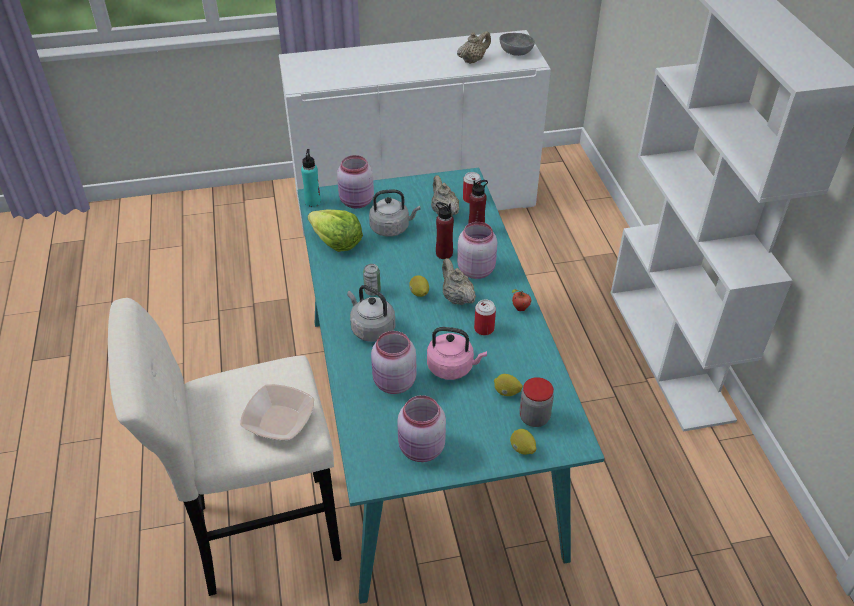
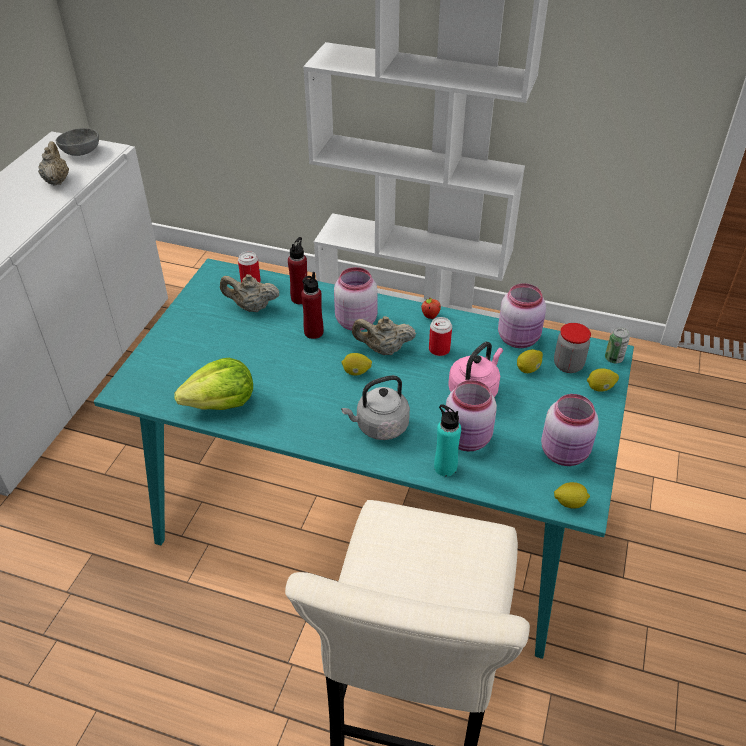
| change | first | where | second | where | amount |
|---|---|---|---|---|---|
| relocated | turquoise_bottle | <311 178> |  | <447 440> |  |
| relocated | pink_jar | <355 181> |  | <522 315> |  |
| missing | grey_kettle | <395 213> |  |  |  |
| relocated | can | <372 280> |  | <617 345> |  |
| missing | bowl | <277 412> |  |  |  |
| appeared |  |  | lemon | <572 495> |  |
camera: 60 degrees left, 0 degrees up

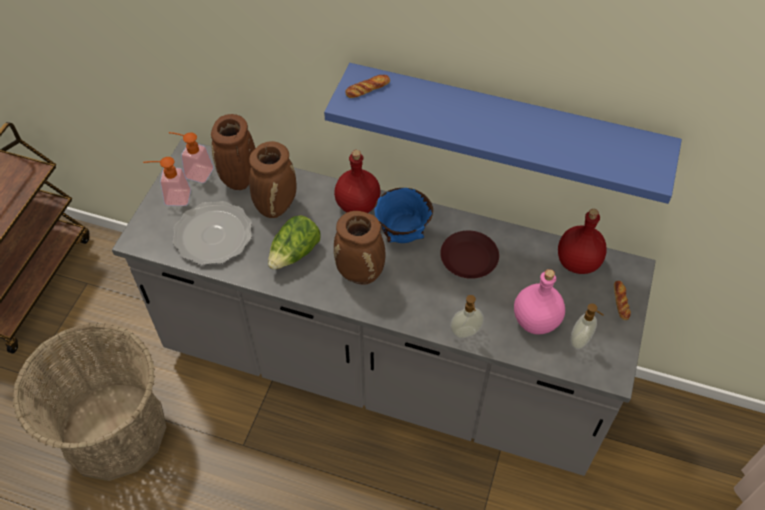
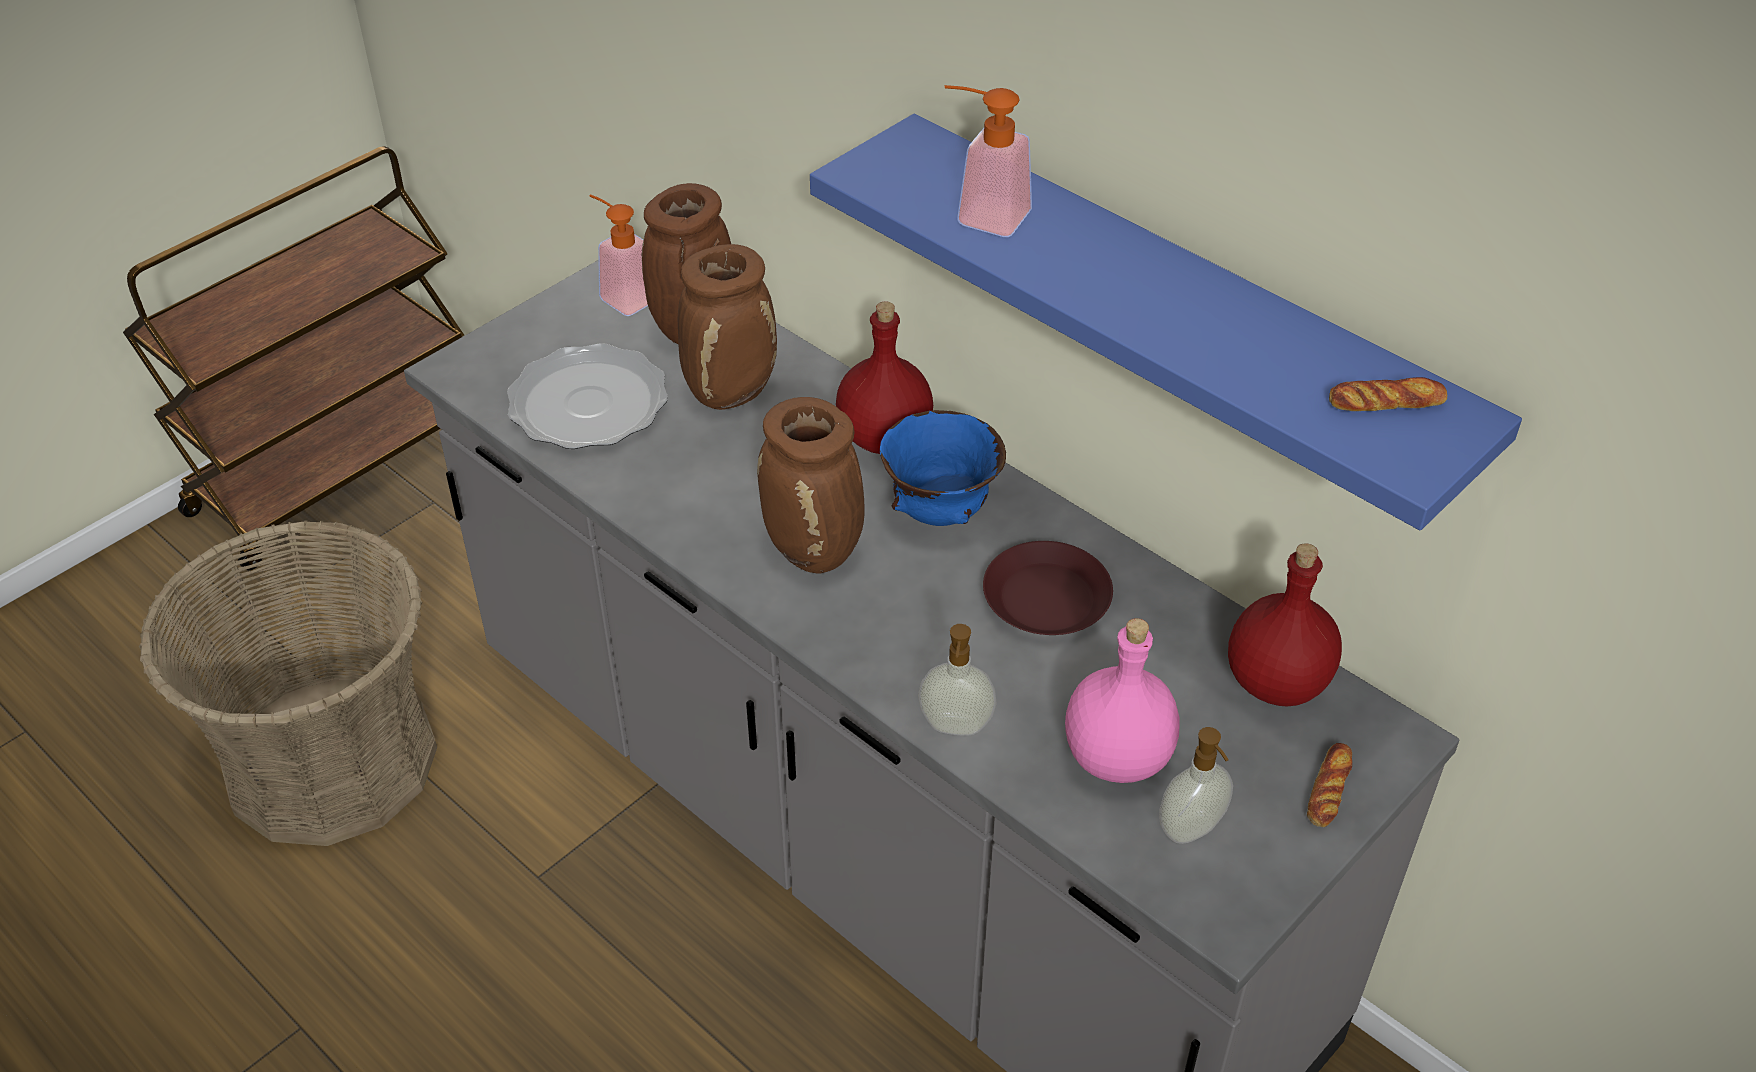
| change | first | where | second | where | amount |
|---|---|---|---|---|---|
| relocated | bread | <367 86> |  | <1388 394> |  |
| relocated | soap_dispenser | <167 181> |  | <988 161> |  |
| missing | lettuce | <294 242> |  |  |  |
camera: 25 degrees right, 10 degrees down

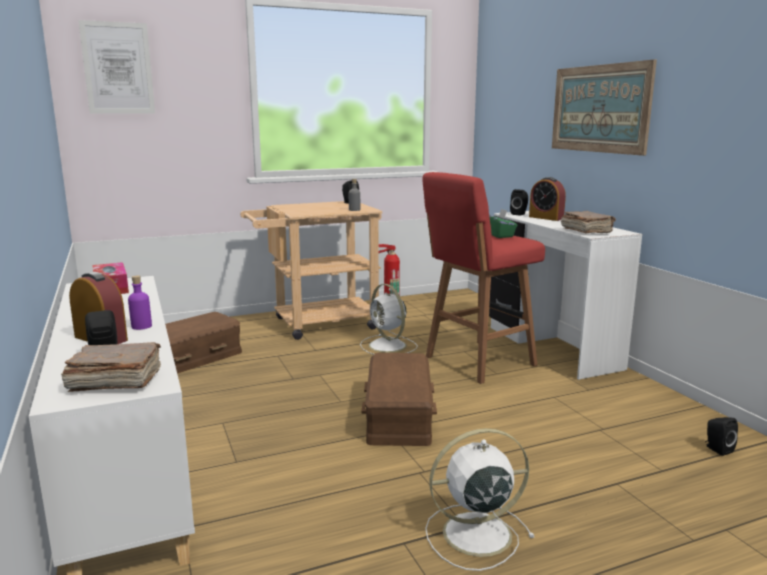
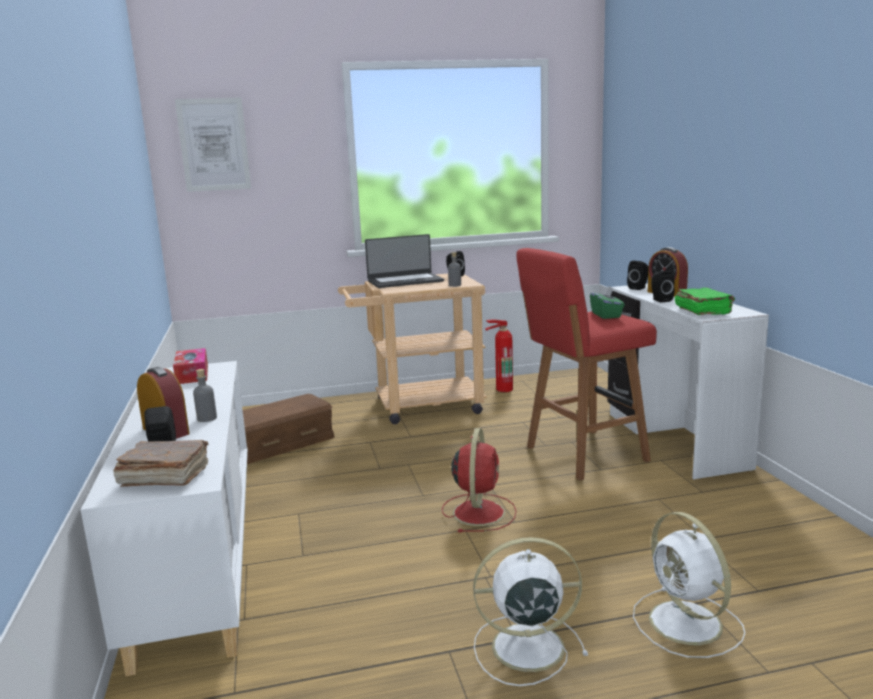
| change | first | where | second | where | amount |
|---|---|---|---|---|---|
| missing | picture | <604 108> |  |  |  |
| colour | brown_book | <588 222> | green_book | <705 301> |  |
| colour | purple_bottle | <140 302> | grey_bottle | <205 395> |  |
| relocated | white_fan | <388 319> |  | <689 585> |  |
| exchanged | brown_storage_box | <399 399> | red_fan | <479 480> |  |
| relocated | black_speaker | <721 436> |  | <663 286> |  |
| appeared |  |  | laptop | <404 261> |  |
camera: 10 degrees right, 0 degrees up

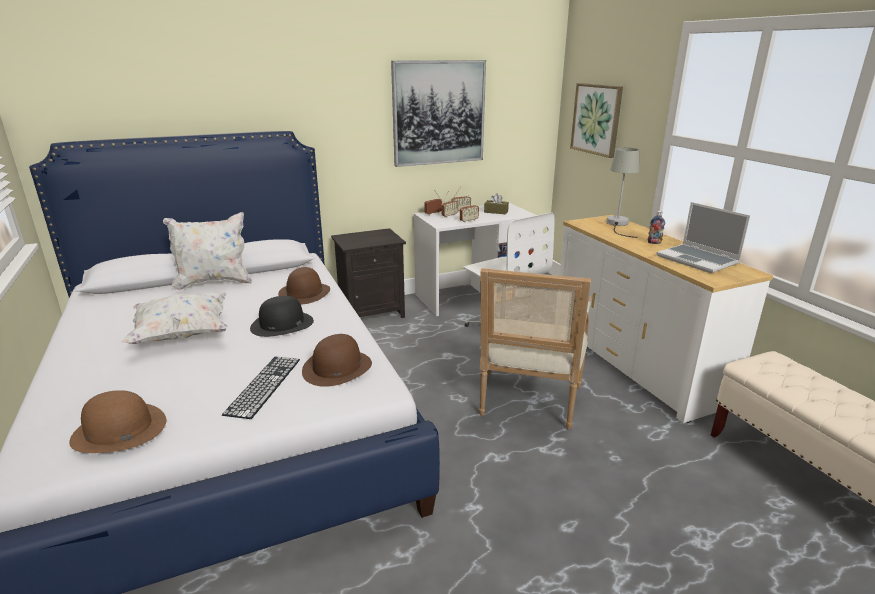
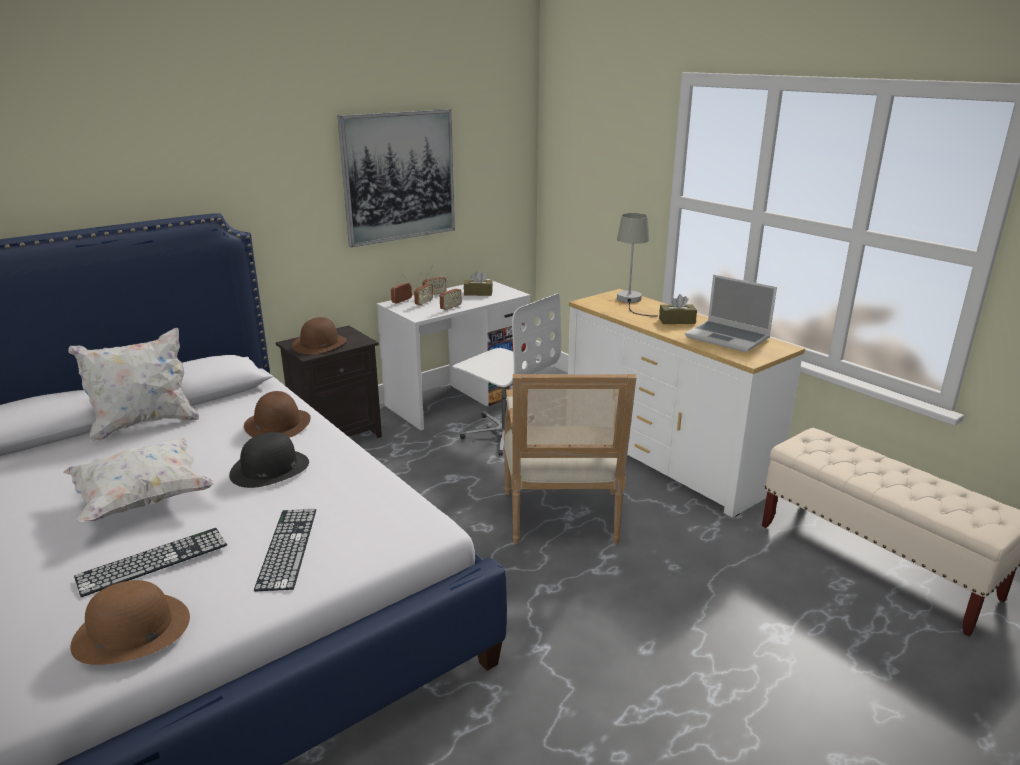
| change | first | where | second | where | amount |
|---|---|---|---|---|---|
| missing | picture | <596 120> |  |  |  |
| exchanged | bottle | <656 227> | brown_tissue_box | <678 309> |  |
| relocated | brown_hat | <337 360> |  | <319 335> |  |
| appeared |  |  | keyboard | <150 562> |  |
camera: 15 degrees left, 0 degrees up

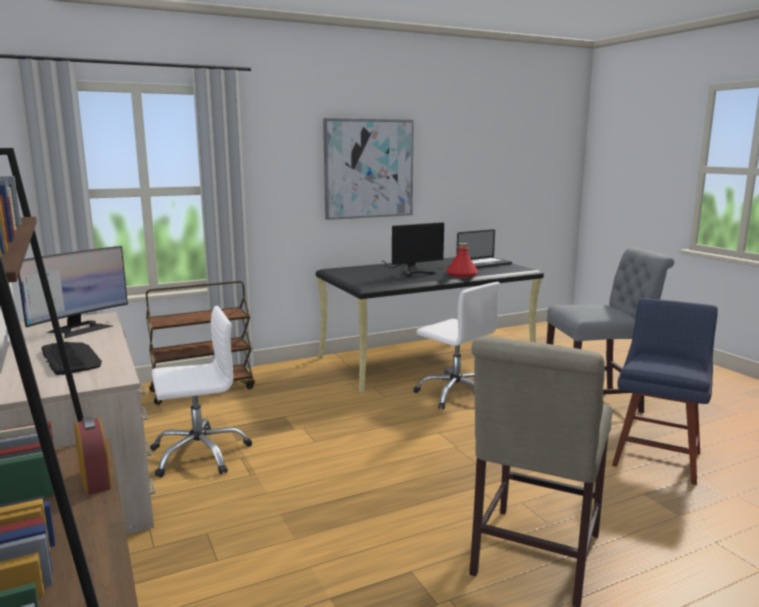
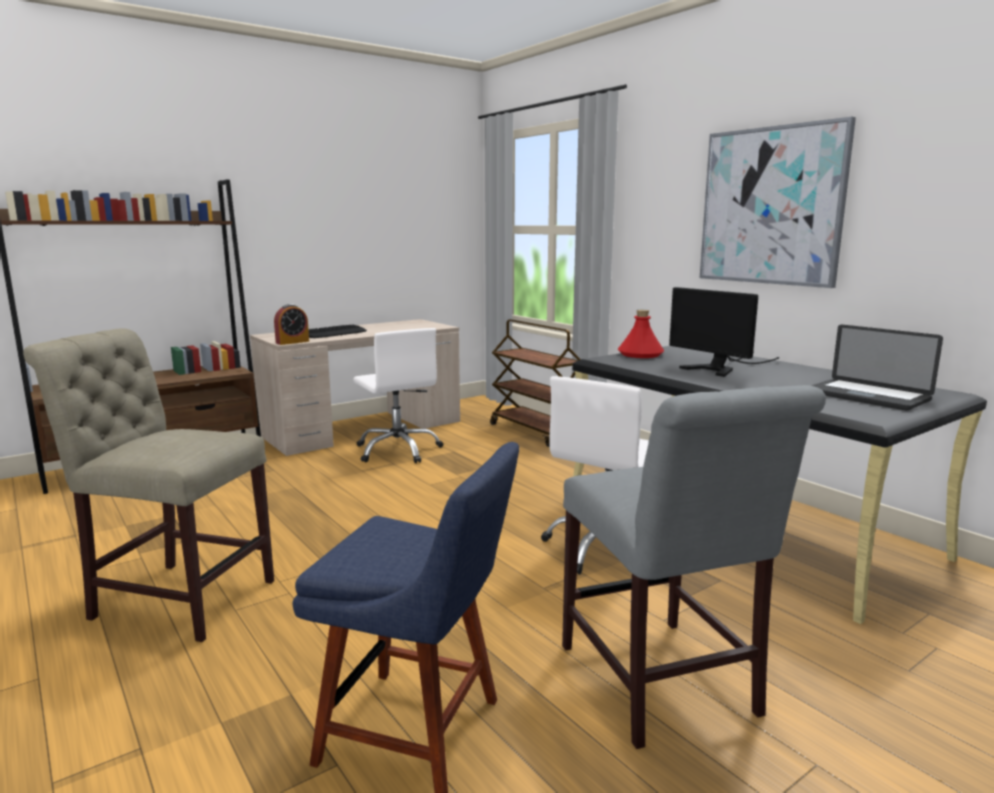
| change | first | where | second | where | amount |
|---|---|---|---|---|---|
| relocated | red_bottle | <462 260> |  | <641 334> |  |
| missing | monitor | <73 292> |  |  |  |
| relocated | alarm_clock | <93 456> |  | <291 324> |  |
camera: 80 degrees right, 0 degrees up

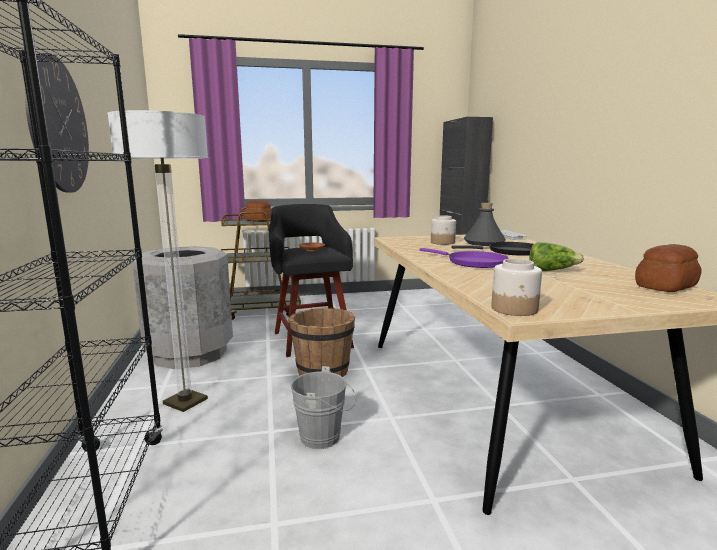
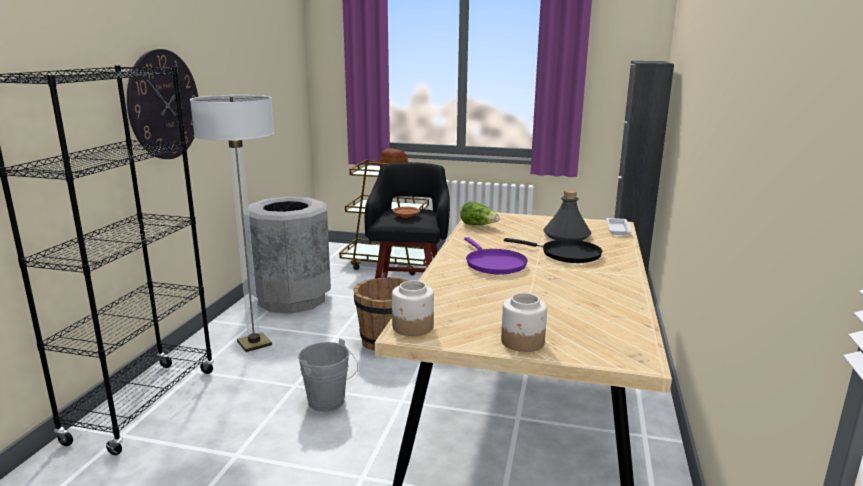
| change | first | where | second | where | amount |
|---|---|---|---|---|---|
| relocated | jar | <443 230> |  | <524 322> |  |
| relocated | lettuce | <556 256> |  | <480 213> |  |
| missing | bread | <668 268> |  |  |  |
camera: 25 degrees right, 5 degrees up

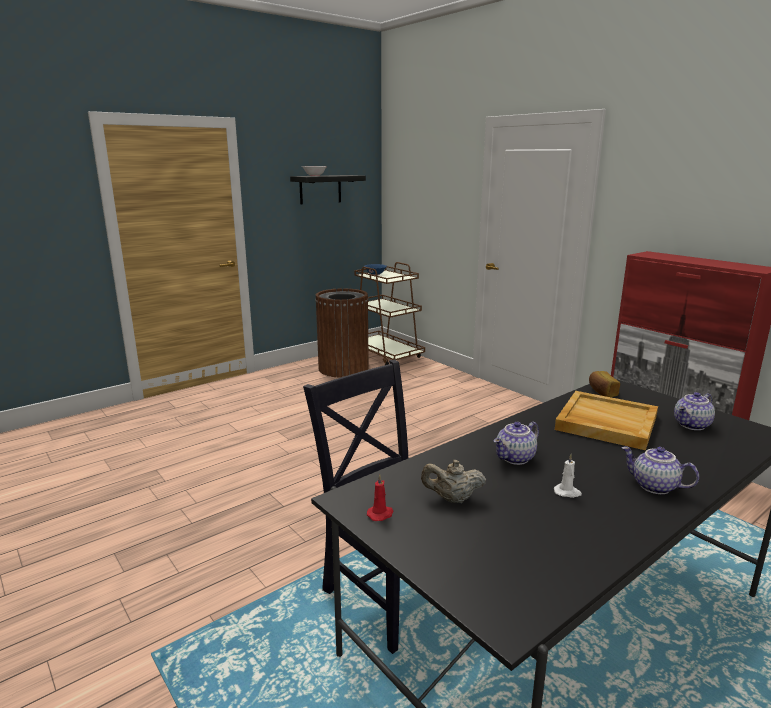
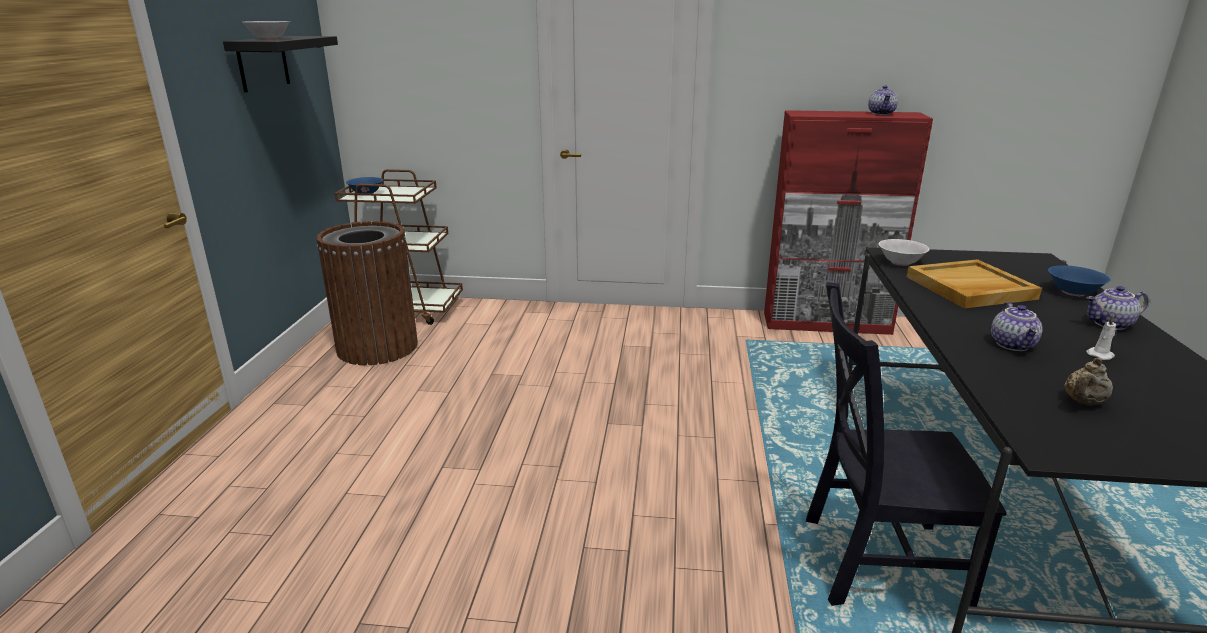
| change | first | where | second | where | amount |
|---|---|---|---|---|---|
| exchanged | bread | <604 384> | white_bowl | <904 252> |  |
| relocated | teapot | <694 411> |  | <883 100> |  |
| missing | red_candle | <380 497> |  |  |  |
| appeared |  |  | blue_bowl | <1079 280> |  |
camera: 45 degrees left, 5 degrees up

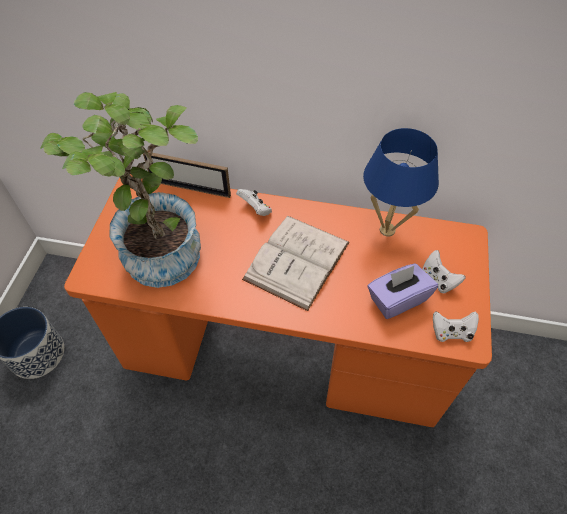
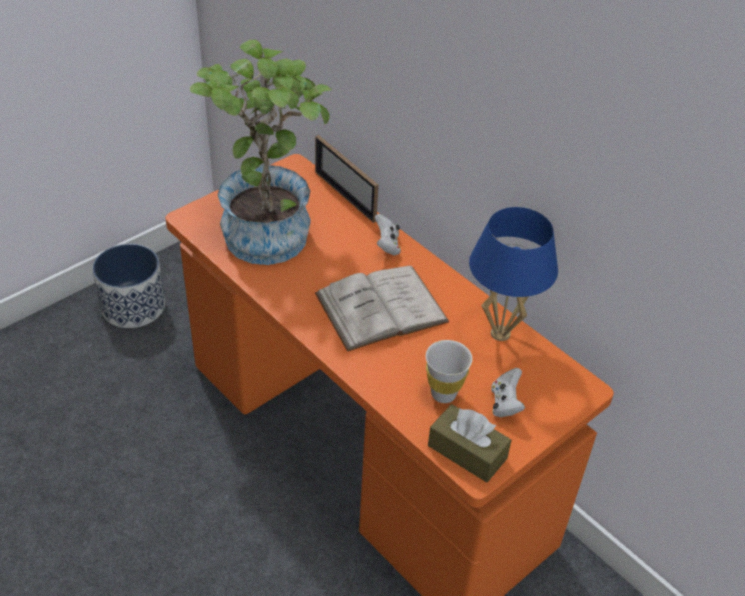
| change | first | where | second | where | amount |
|---|---|---|---|---|---|
| exchanged | purple_tissue_box | <402 291> | white_cup | <449 371> |  |
| exchanged | white_game_controller | <456 326> | brown_tissue_box | <470 443> |  |
camera: 35 degrees right, 10 degrees down

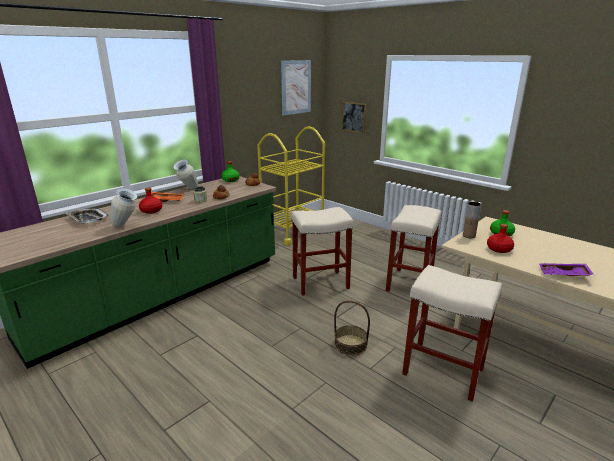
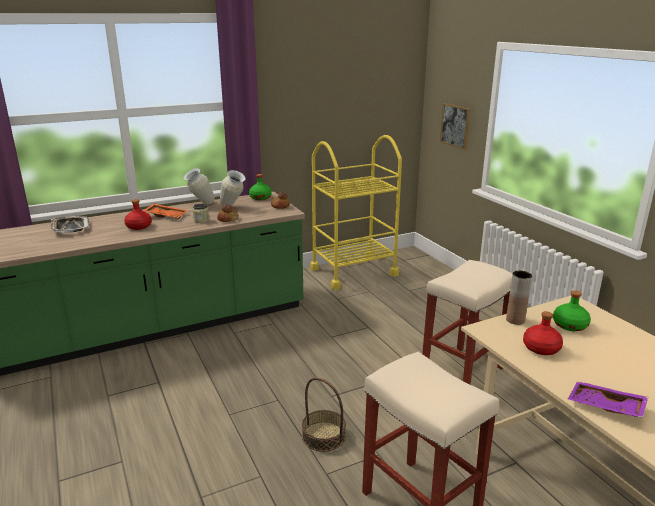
| change | first | where | second | where | amount |
|---|---|---|---|---|---|
| missing | picture | <296 88> |  |  |  |
| relocated | vase | <123 207> |  | <233 188> |  |
| missing | beige_stool | <322 251> |  |  |  |
camera: 20 degrees right, 0 degrees up

